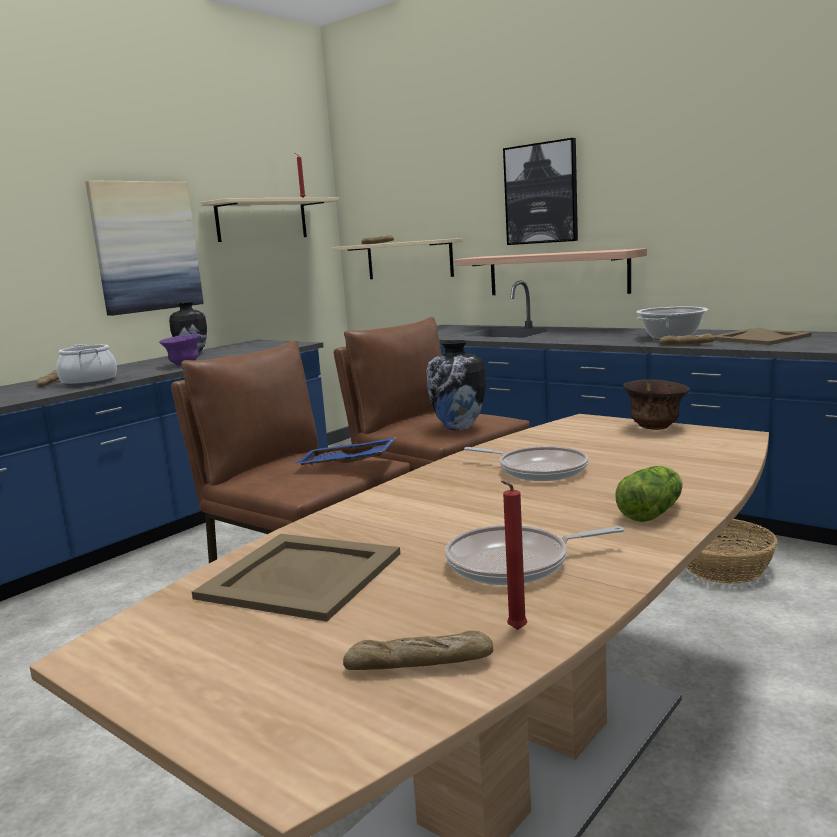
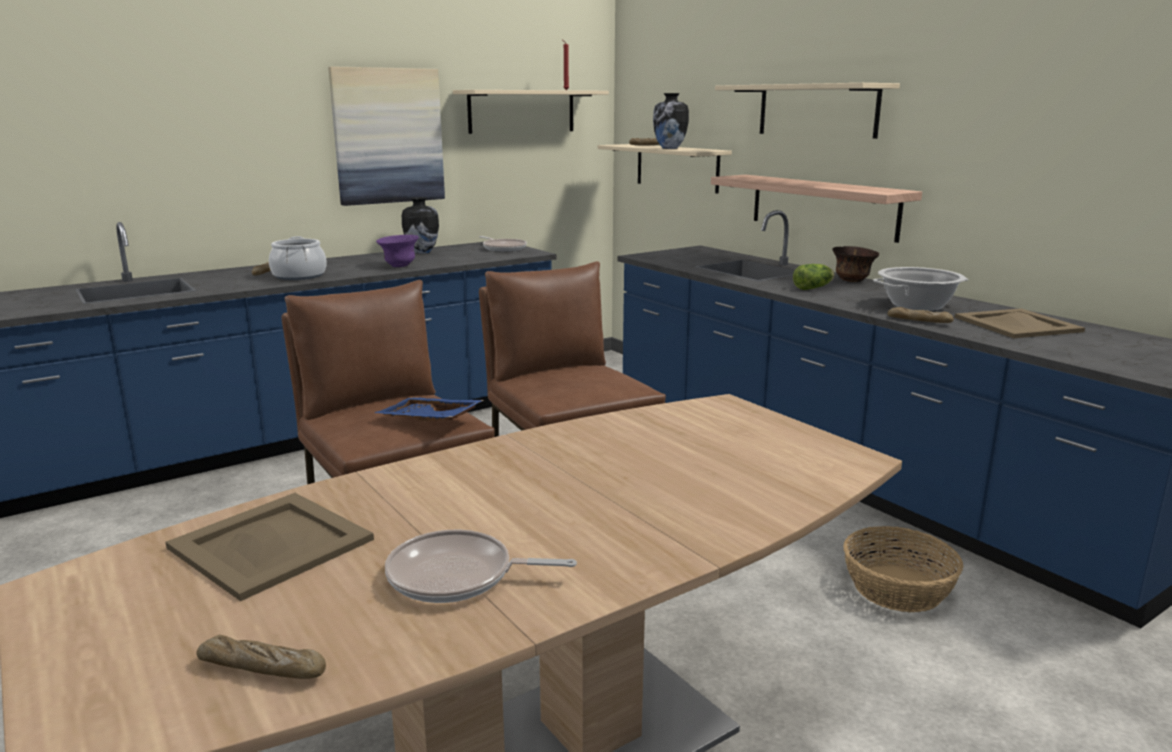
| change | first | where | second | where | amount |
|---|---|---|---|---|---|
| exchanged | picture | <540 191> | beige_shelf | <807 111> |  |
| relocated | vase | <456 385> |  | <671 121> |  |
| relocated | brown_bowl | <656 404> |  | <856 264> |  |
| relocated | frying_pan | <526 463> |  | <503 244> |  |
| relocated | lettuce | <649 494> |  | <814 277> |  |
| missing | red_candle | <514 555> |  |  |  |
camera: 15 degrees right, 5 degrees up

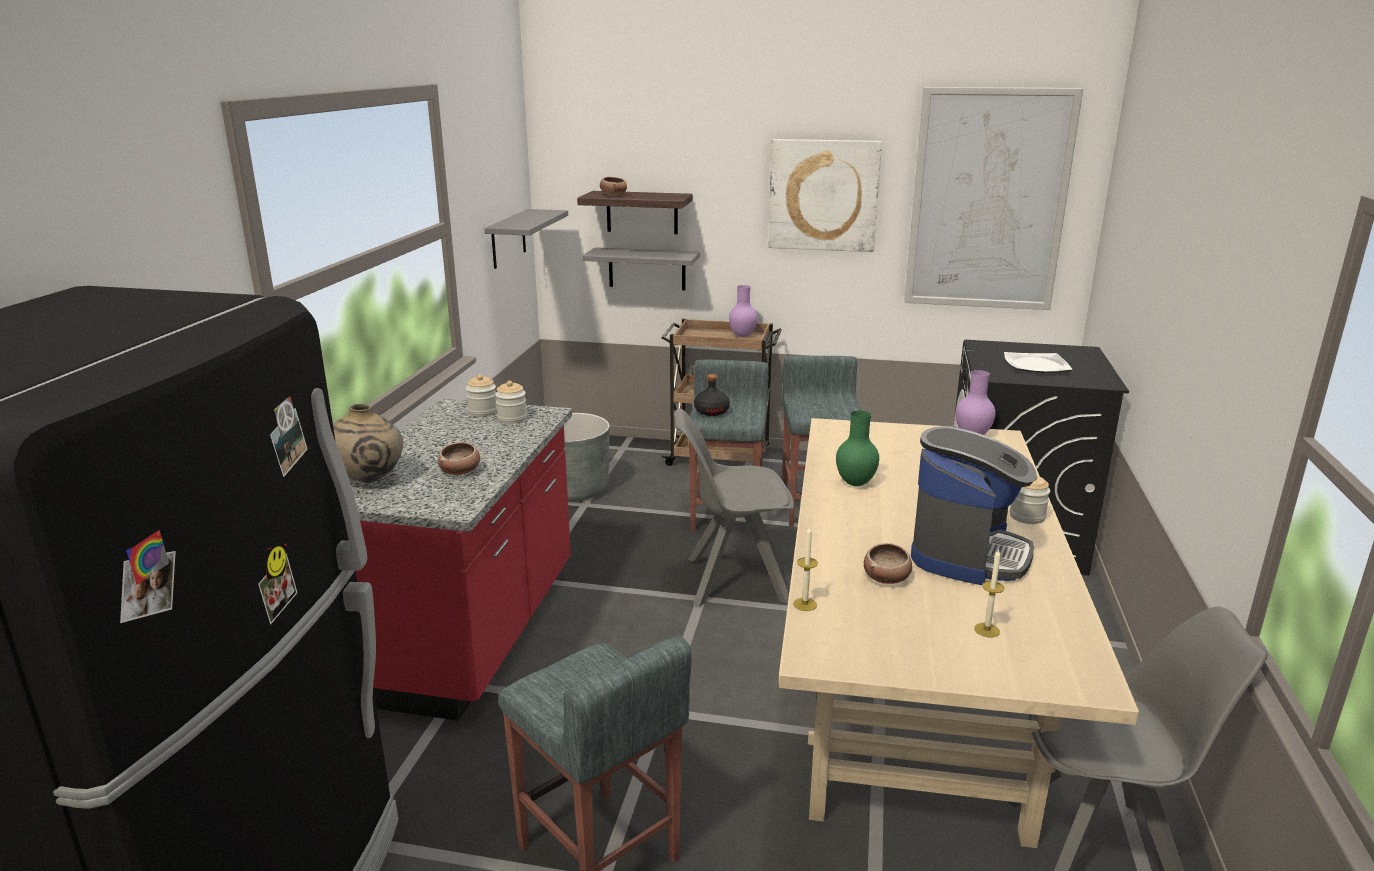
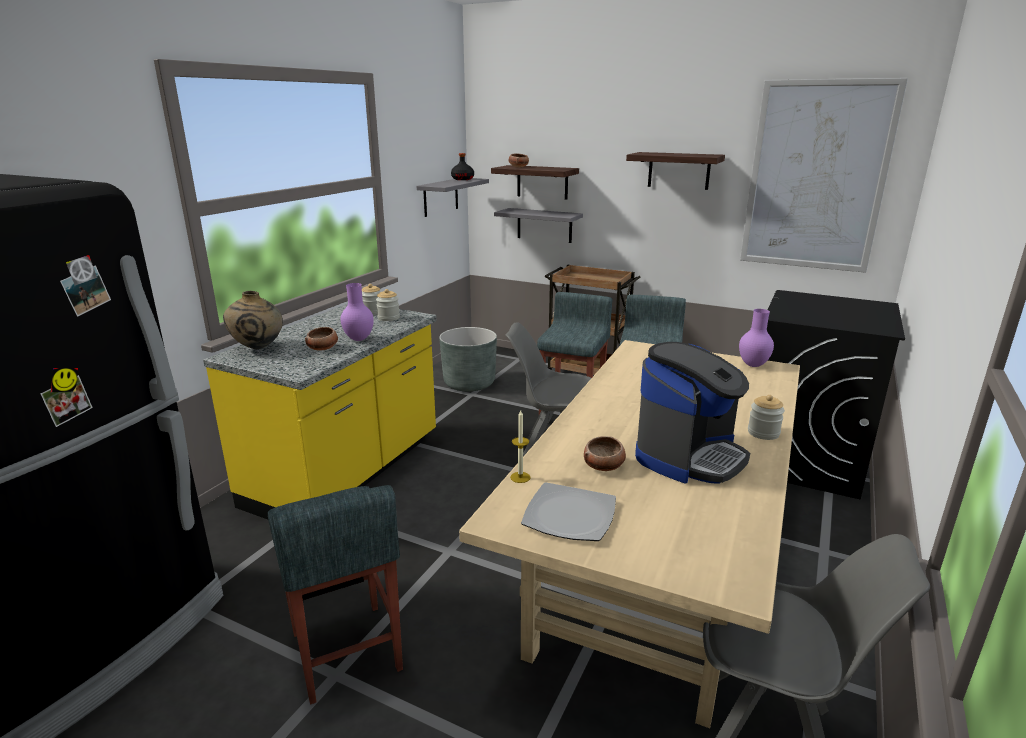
| change | first | where | second | where | amount |
|---|---|---|---|---|---|
| exchanged | picture | <825 195> | shelf | <675 171> |  |
| relocated | purple_vase | <743 311> |  | <357 312> |  |
| relocated | plate | <1038 362> |  | <568 511> |  |
| relocated | black_bottle | <712 395> |  | <462 166> |  |
| colour | red_counter | <460 560> | yellow_counter | <320 412> |  |
| missing | green_vase | <857 448> |  |  |  |
| missing | candle | <989 593> |  |  |  |
camera: 15 degrees right, 0 degrees up

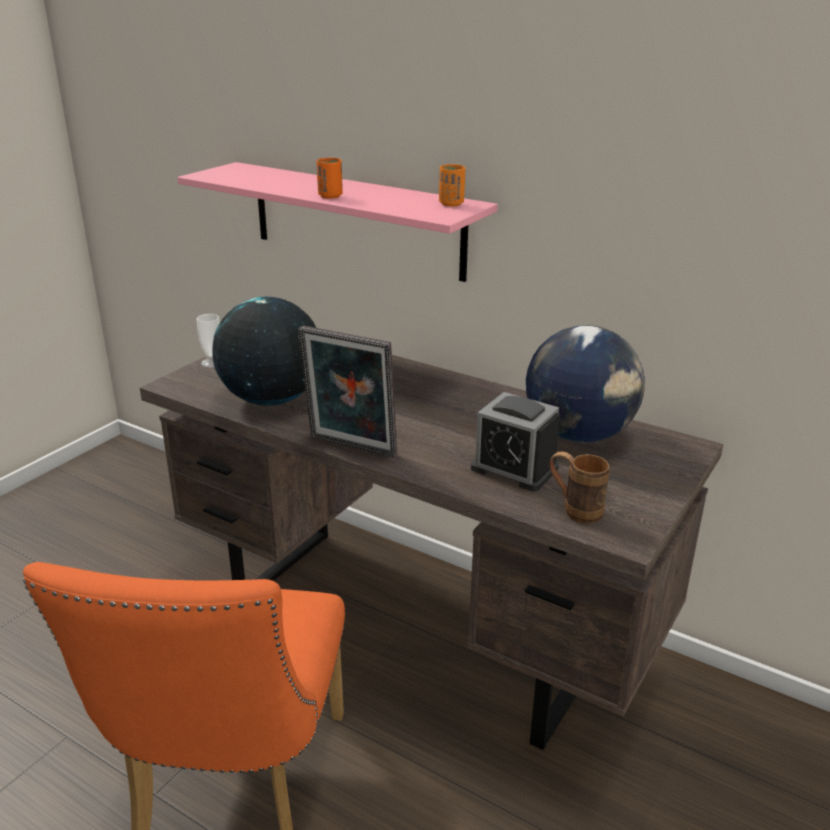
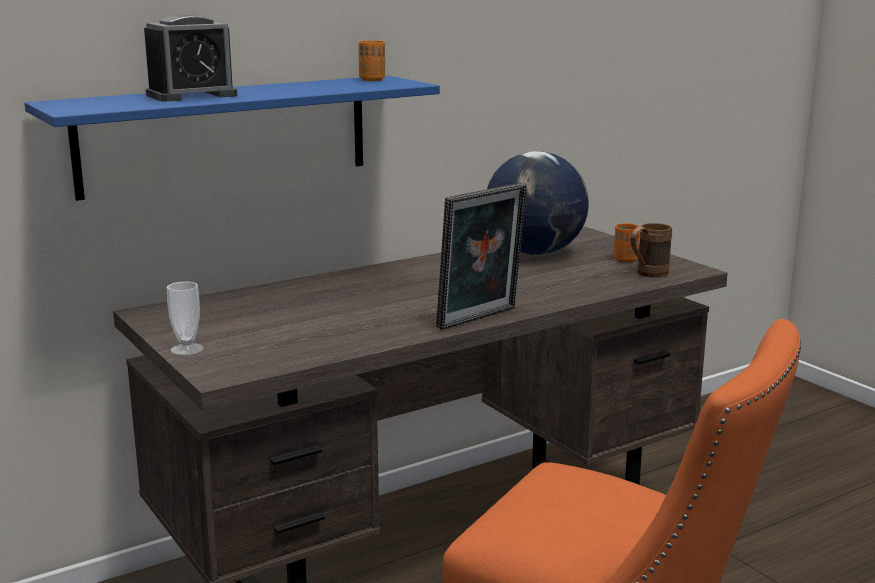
| change | first | where | second | where | amount |
|---|---|---|---|---|---|
| relocated | orange_cup | <329 178> |  | <626 242> |  |
| colour | pink_shelf | <338 222> | blue_shelf | <232 138> |  |
| missing | globe | <264 351> |  |  |  |
| relocated | alarm_clock | <515 441> |  | <191 58> |  |
camera: 65 degrees left, 10 degrees down

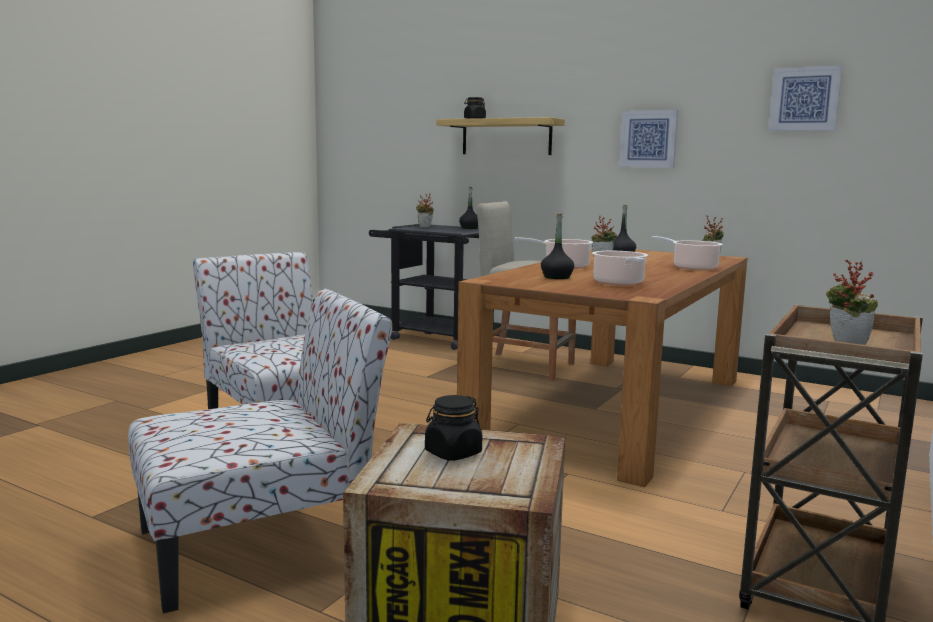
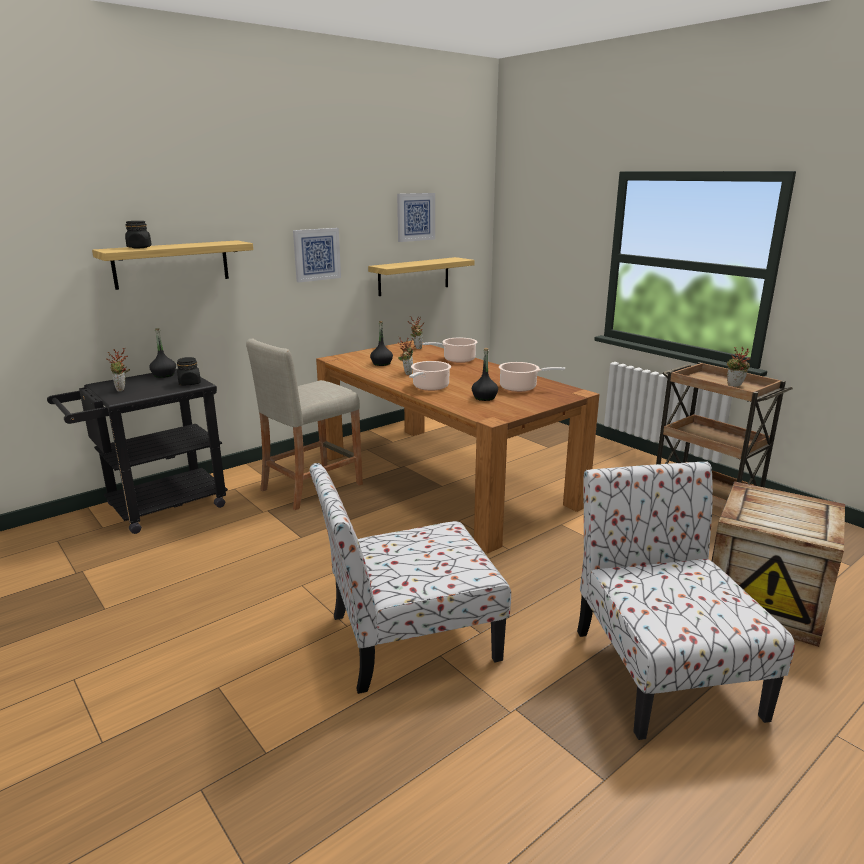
| change | first | where | second | where | amount |
|---|---|---|---|---|---|
| relocated | black_jar | <453 428> |  | <189 371> |  |
| appeared |  |  | shelf | <421 276> |  |
camera: 70 degrees left, 10 degrees up

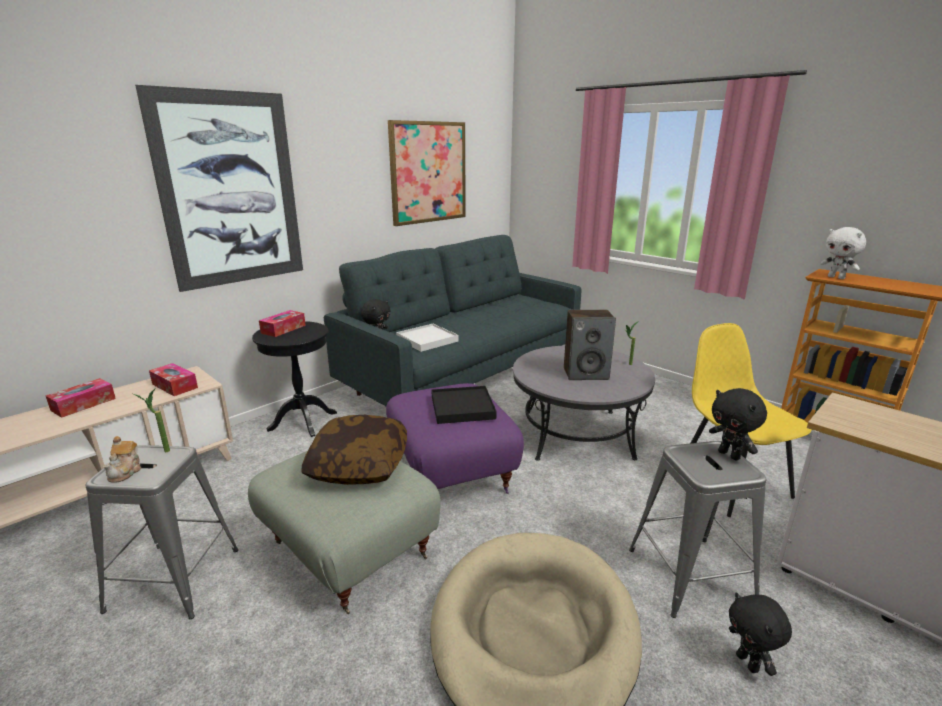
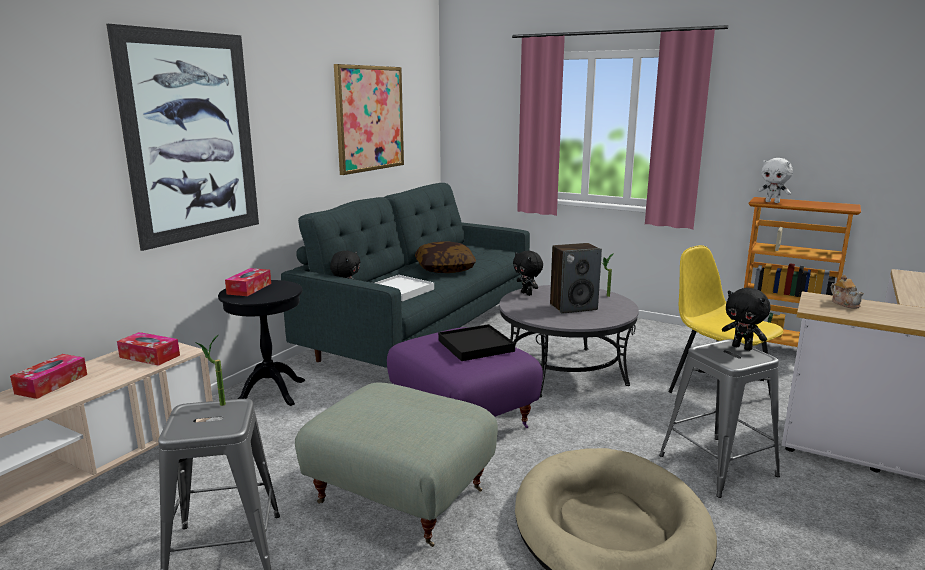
| change | first | where | second | where | amount |
|---|---|---|---|---|---|
| relocated | pillow | <354 450> |  | <445 257> |  |
| relocated | teapot | <122 459> |  | <847 292> |  |
| relocated | black_plush_toy | <760 634> |  | <528 273> |  |
camera: 15 degrees left, 5 degrees down

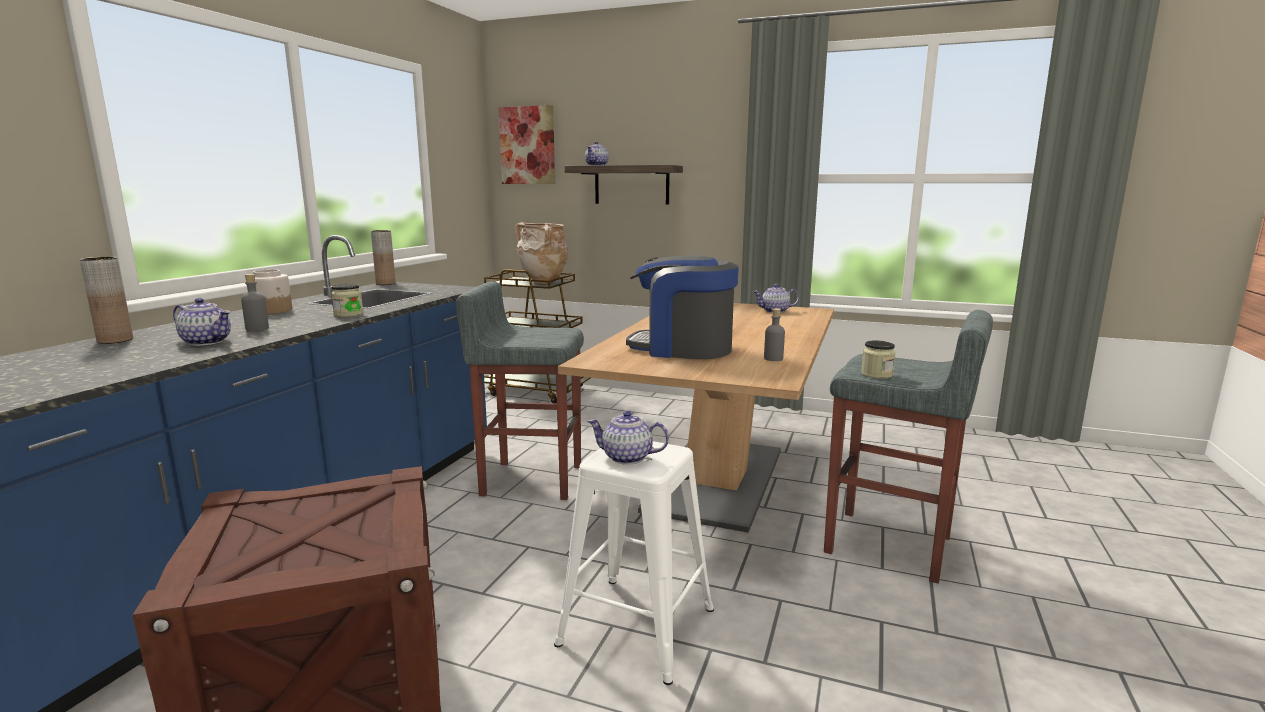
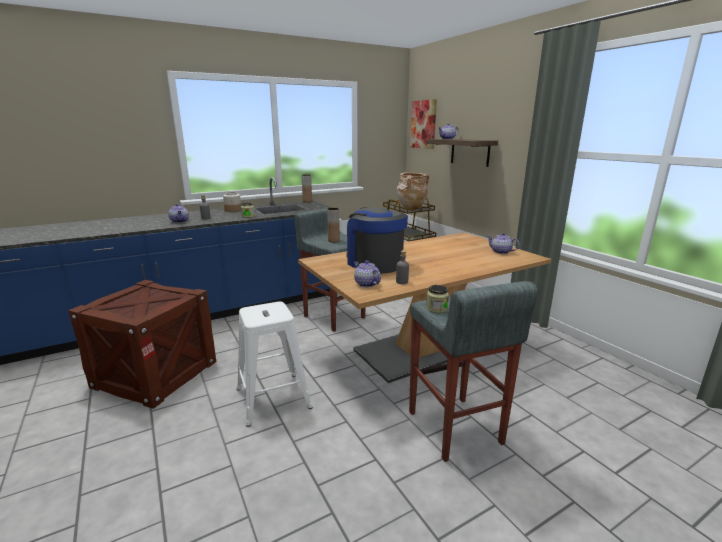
| change | first | where | second | where | amount |
|---|---|---|---|---|---|
| relocated | brown_vase | <106 300> |  | <333 225> |  |
| relocated | teapot | <628 438> |  | <367 273> |  |
camera: 40 degrees right, 5 degrees up

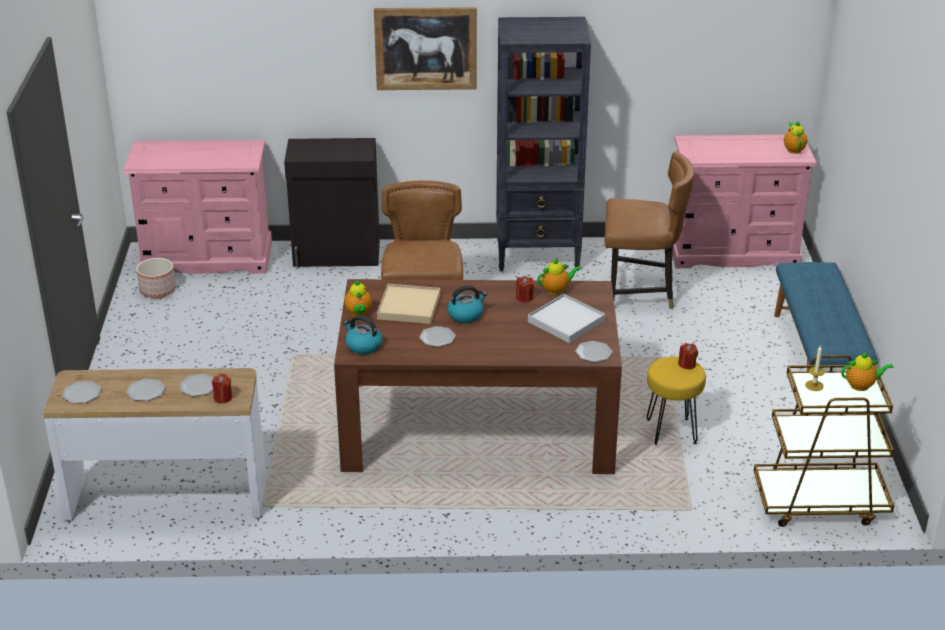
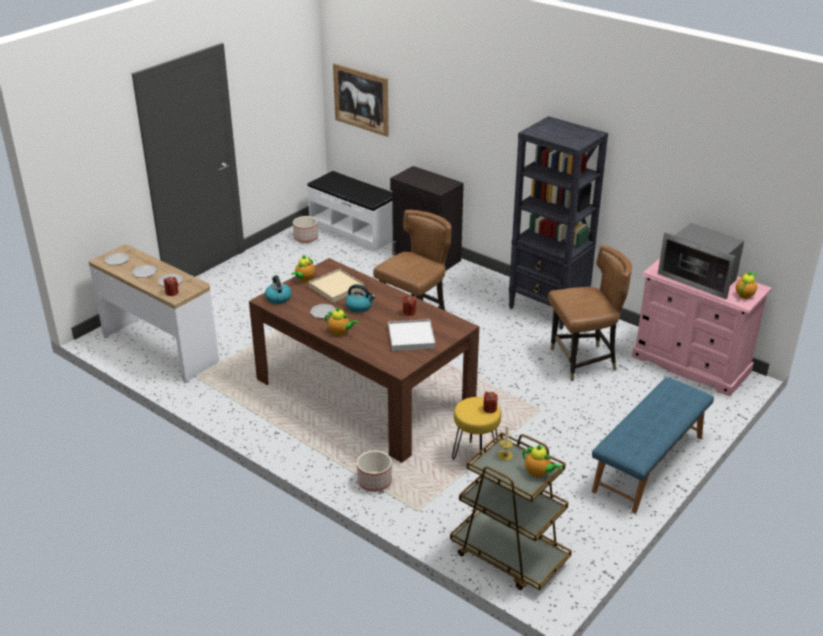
| change | first | where | second | where | amount |
|---|---|---|---|---|---|
| relocated | picture | <425 48> |  | <361 100> |  |
| exchanged | pink_dresser | <197 207> | white_bench | <350 211> |  |
| spun | brown_chair | <649 230> |  | <590 313> | 60 degrees counterclockwise |
| relocated | teapot | <559 276> |  | <342 321> |  |
| missing | plate | <594 351> |  |  |  |
| appeared |  |  | microwave | <701 261> |  |
| appeared |  |  | planter | <374 471> |  |
camera: 40 degrees right, 0 degrees up

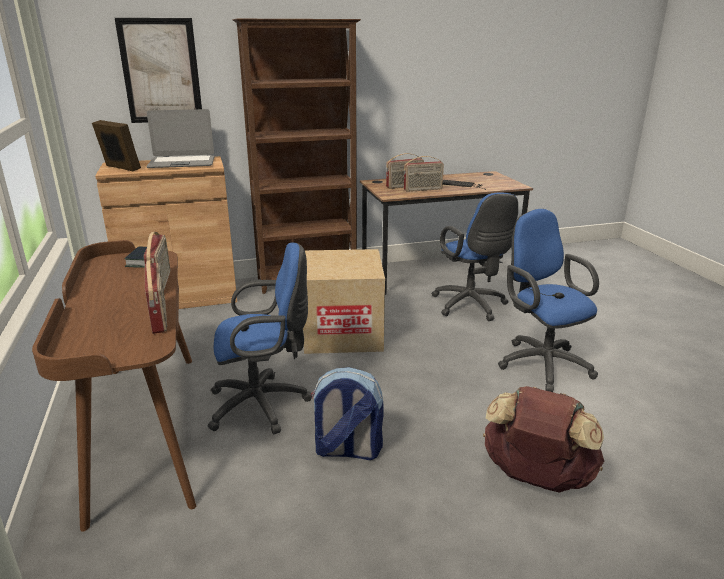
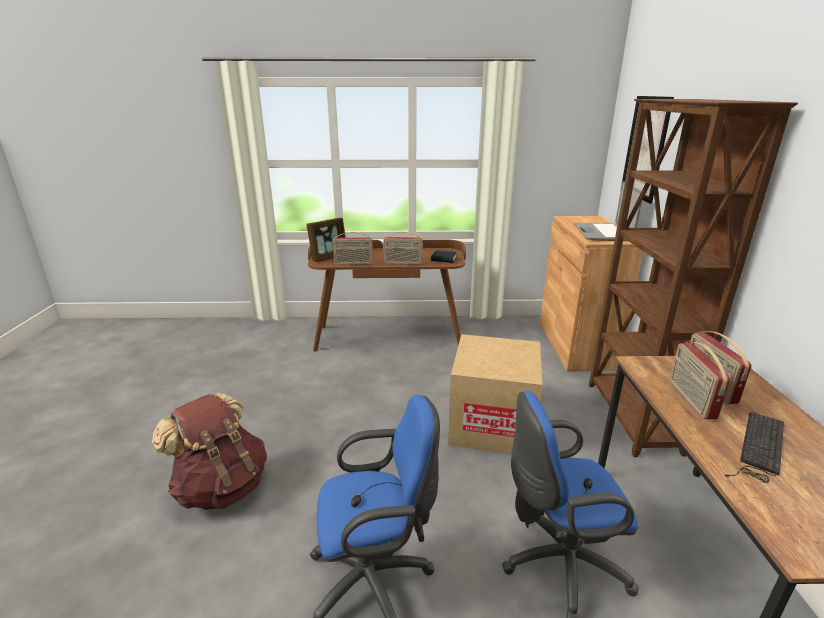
| change | first | where | second | where | amount |
|---|---|---|---|---|---|
| relocated | picture_frame | <116 145> |  | <326 240> |  |
| missing | blue_office_chair | <260 338> |  |  |  |
| missing | backpack | <347 413> |  |  |  |
camera: 105 degrees right, 0 degrees up

